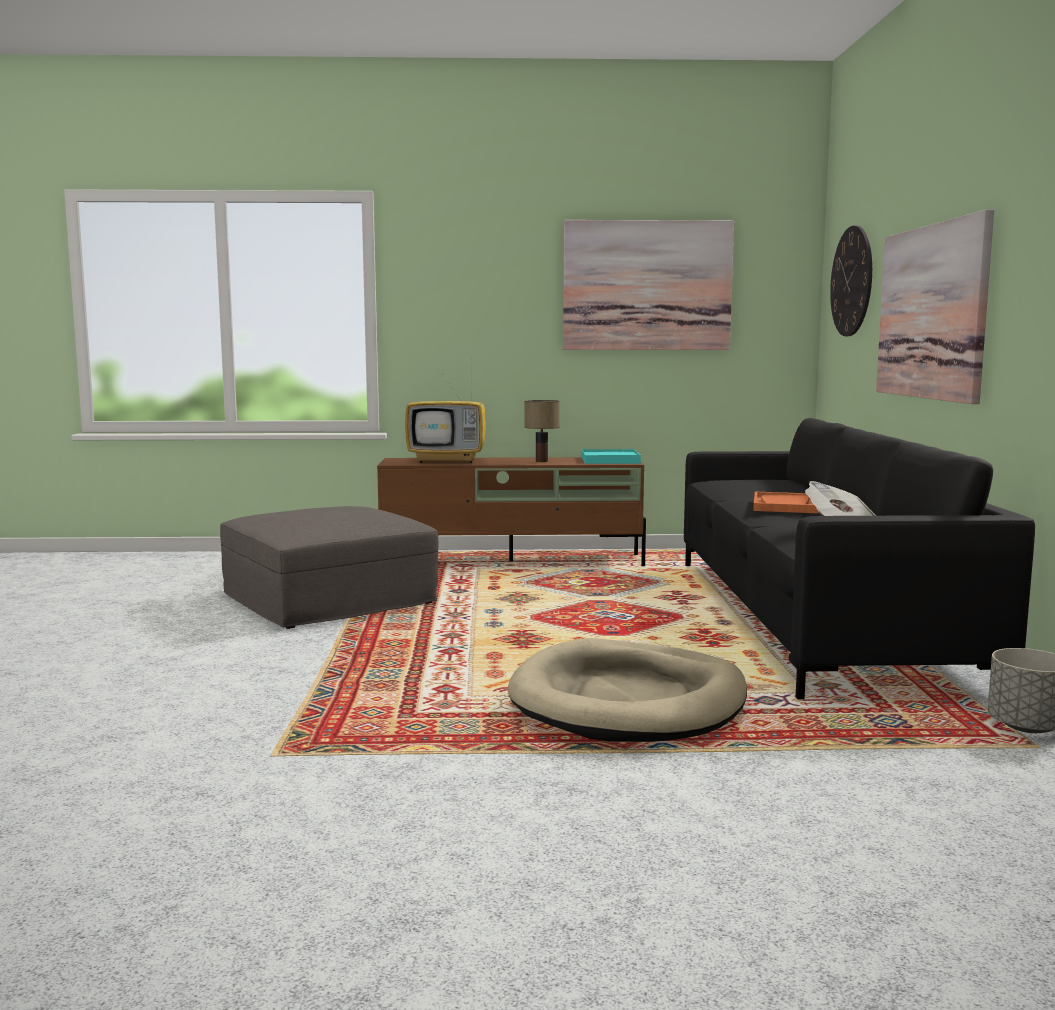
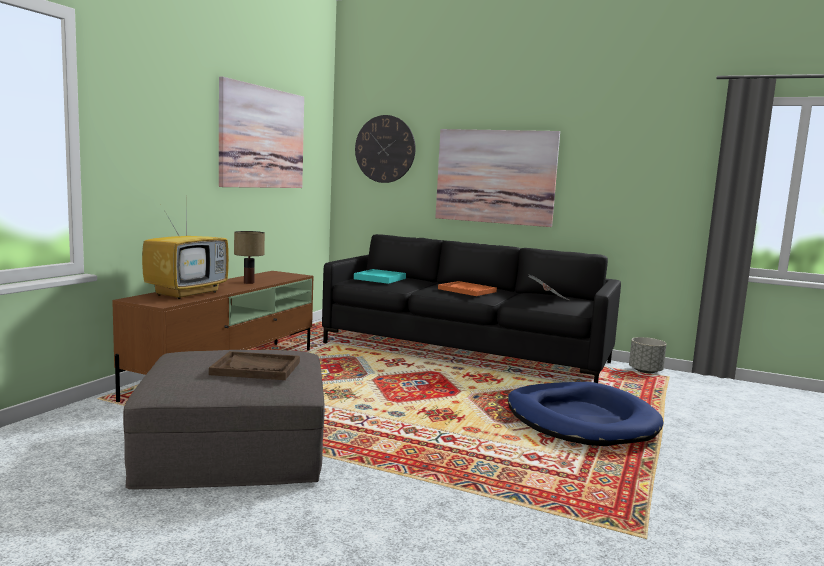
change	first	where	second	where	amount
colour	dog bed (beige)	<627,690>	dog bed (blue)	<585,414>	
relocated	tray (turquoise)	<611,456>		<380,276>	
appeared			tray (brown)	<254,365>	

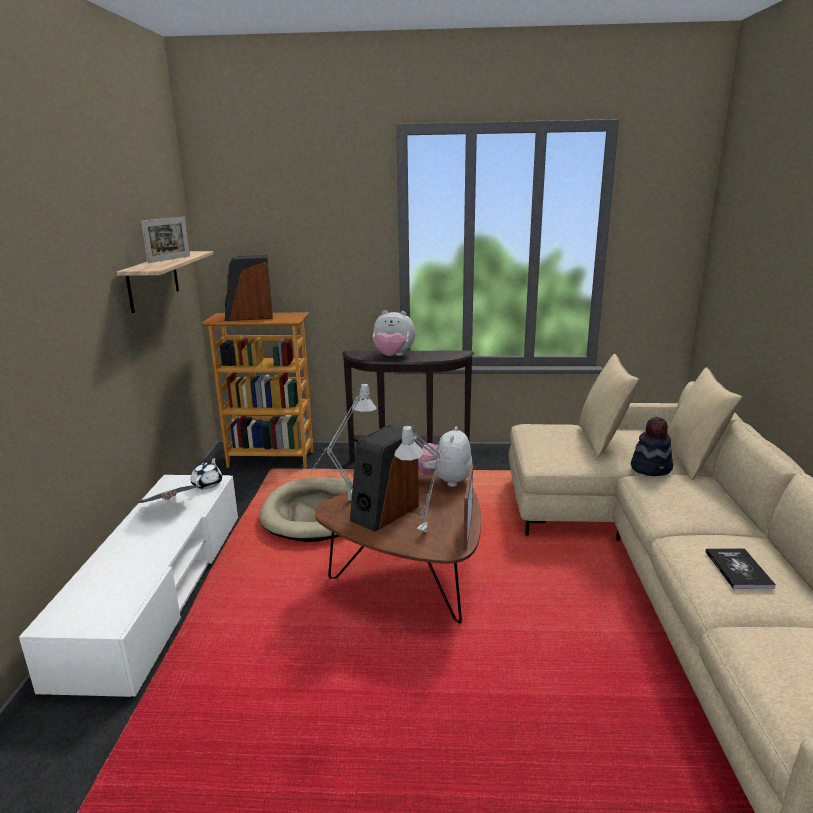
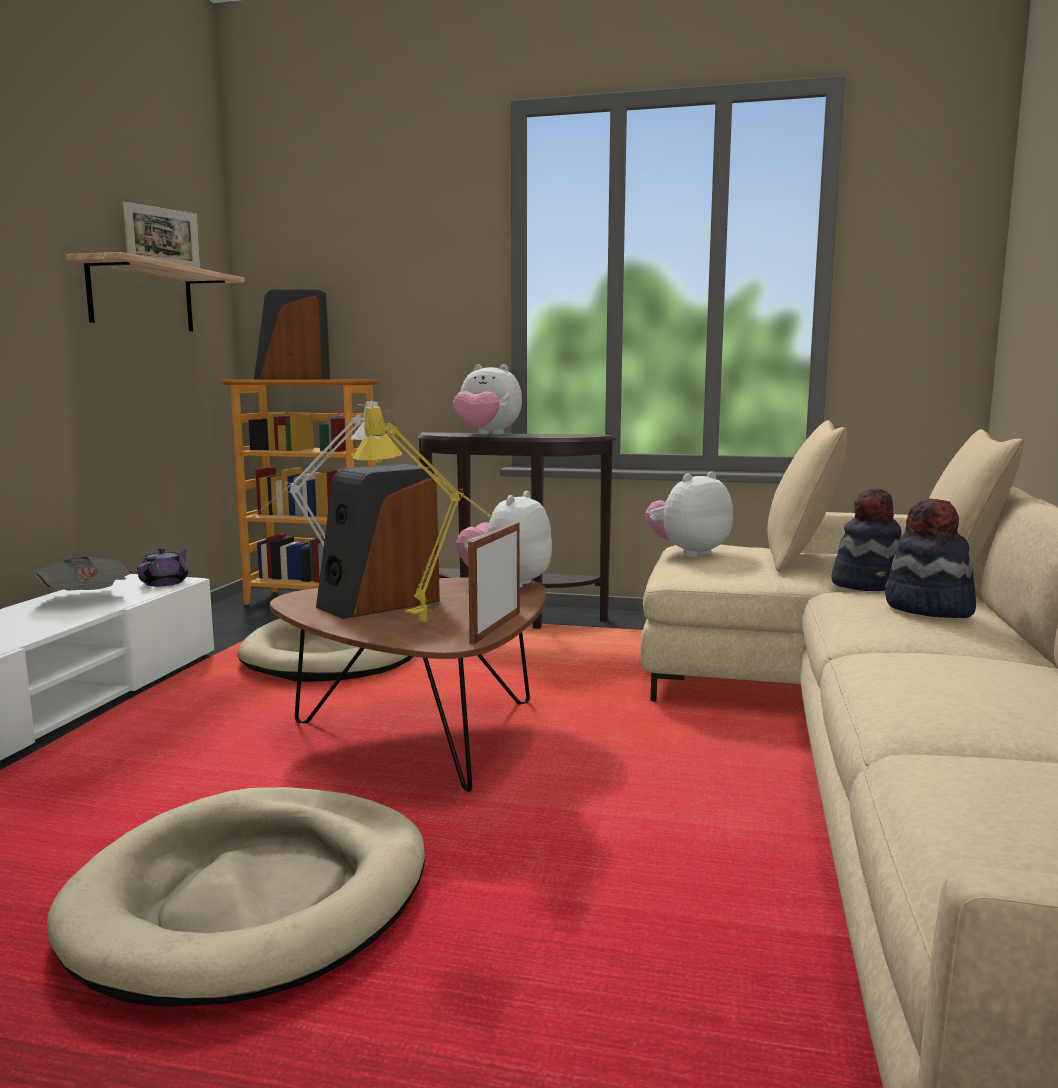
change	first	where	second	where	amount
colour	teapot (white)	<206,473>	teapot (purple)	<162,566>	
colour	table lamp (grey)	<423,478>	table lamp (yellow)	<421,512>	
missing	book	<741,568>			
appeared			dog bed (beige)	<236,897>	
appeared			plush toy	<689,514>	
appeared			hat	<930,558>	

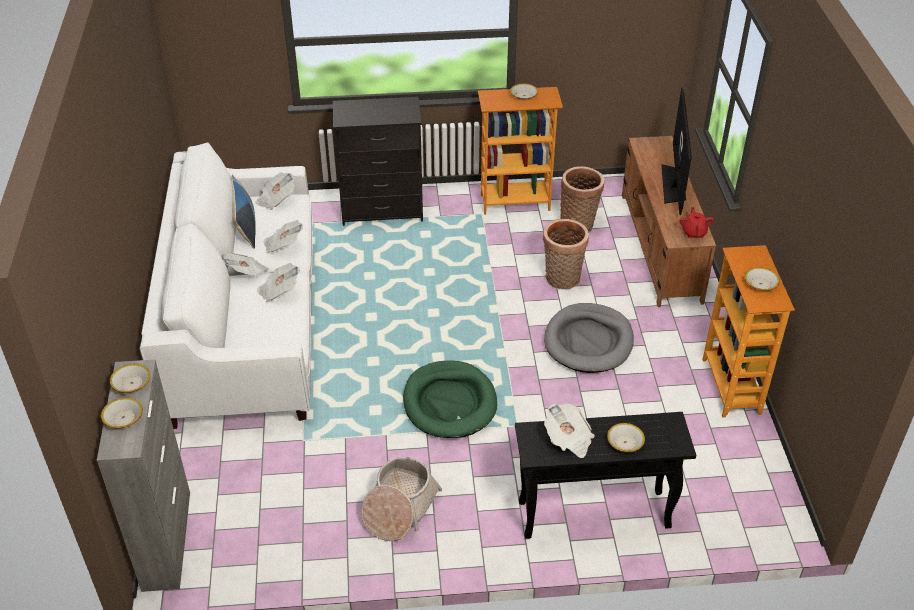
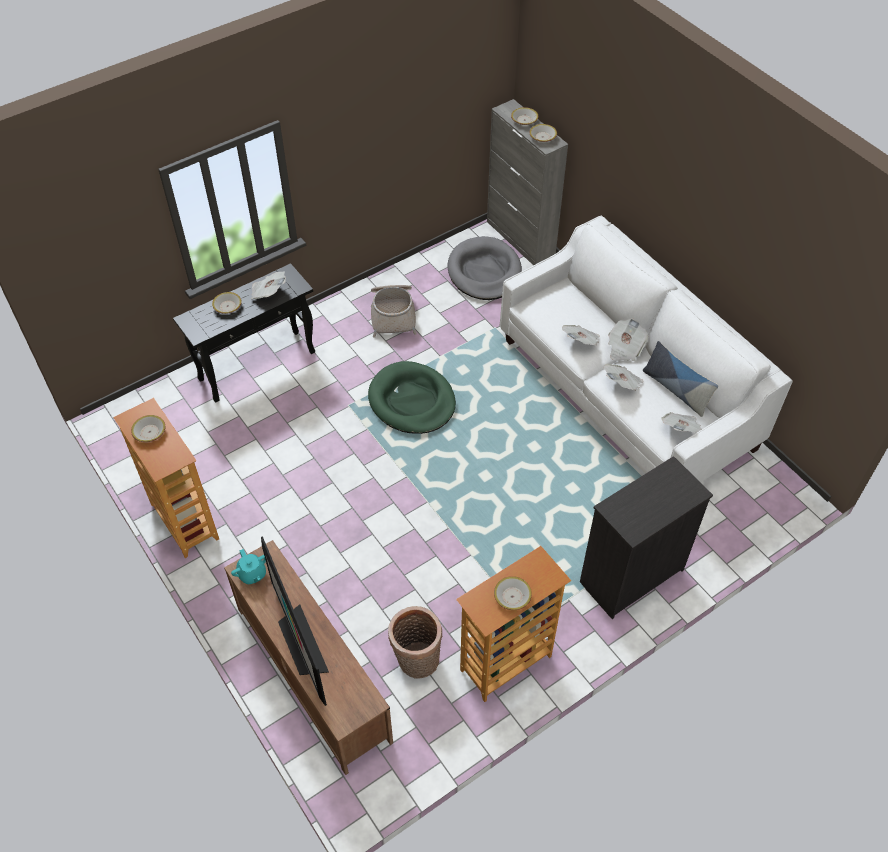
change	first	where	second	where	amount
missing	basket	<566,254>			
relocated	dog bed (grey)	<589,338>		<485,268>	
colour	teapot (red)	<696,222>	teapot (turquoise)	<248,566>	

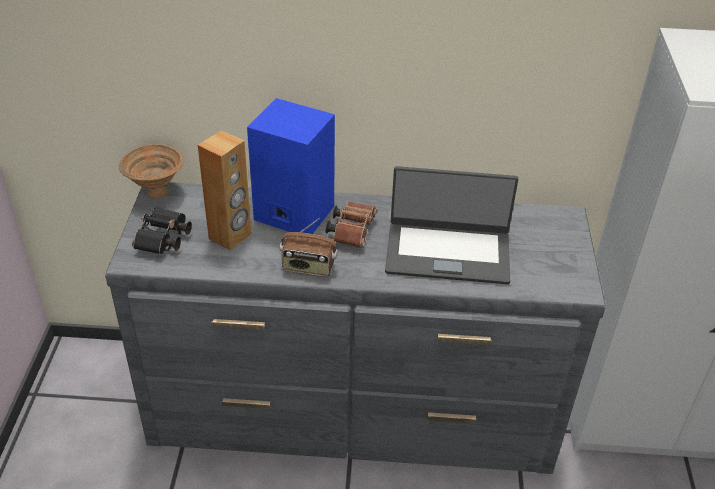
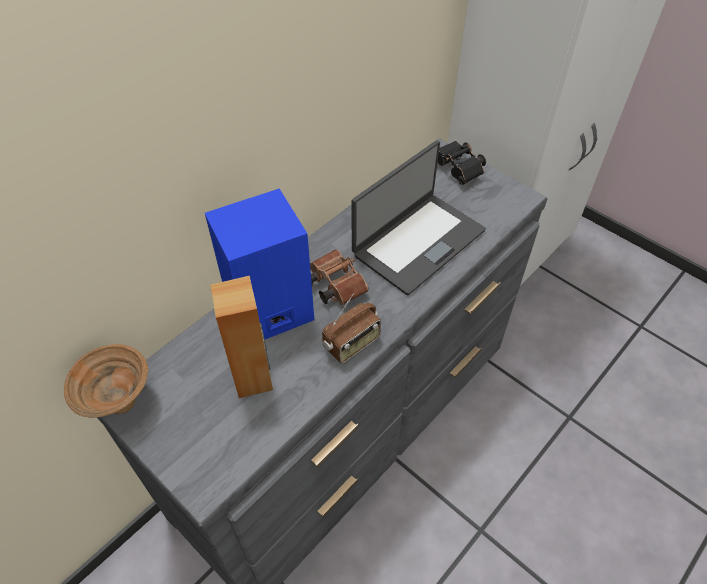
change	first	where	second	where	amount
relocated	binoculars (black)	<162,230>		<462,163>	

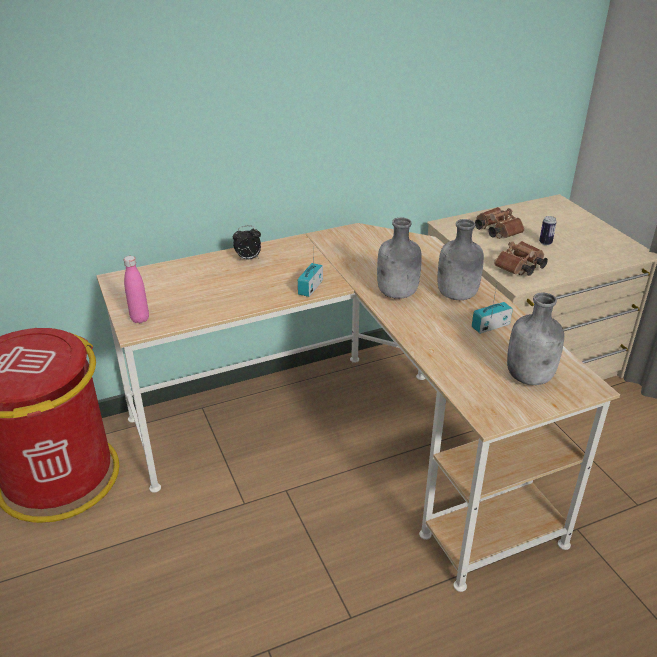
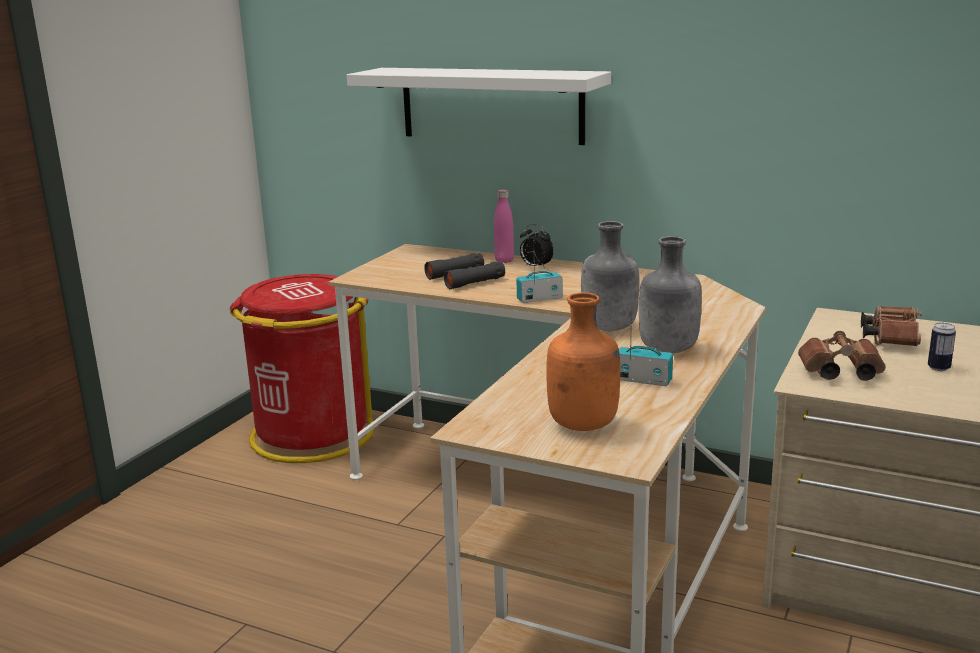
change	first	where	second	where	amount
relocated	bottle (pink)	<136,289>		<504,226>	
colour	bottle (grey)	<535,339>	bottle (orange)	<583,362>	
appeared			shelf (white)	<479,106>	
appeared			binoculars (black)	<464,271>	

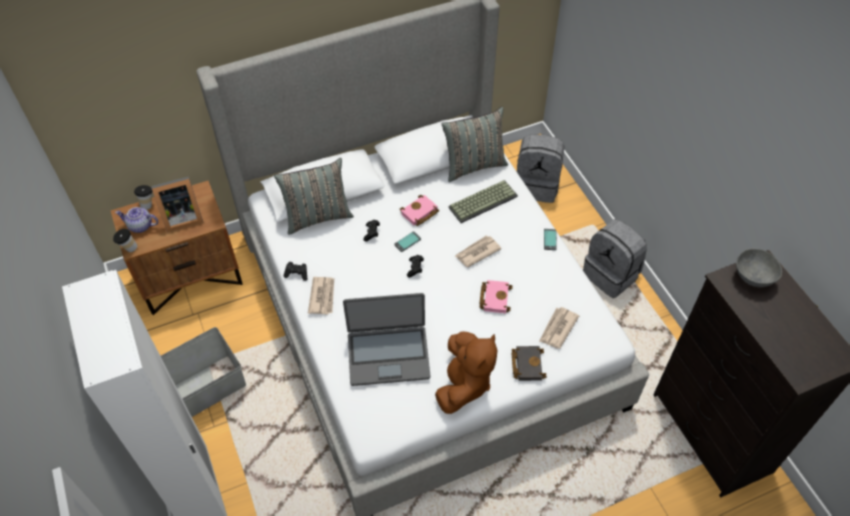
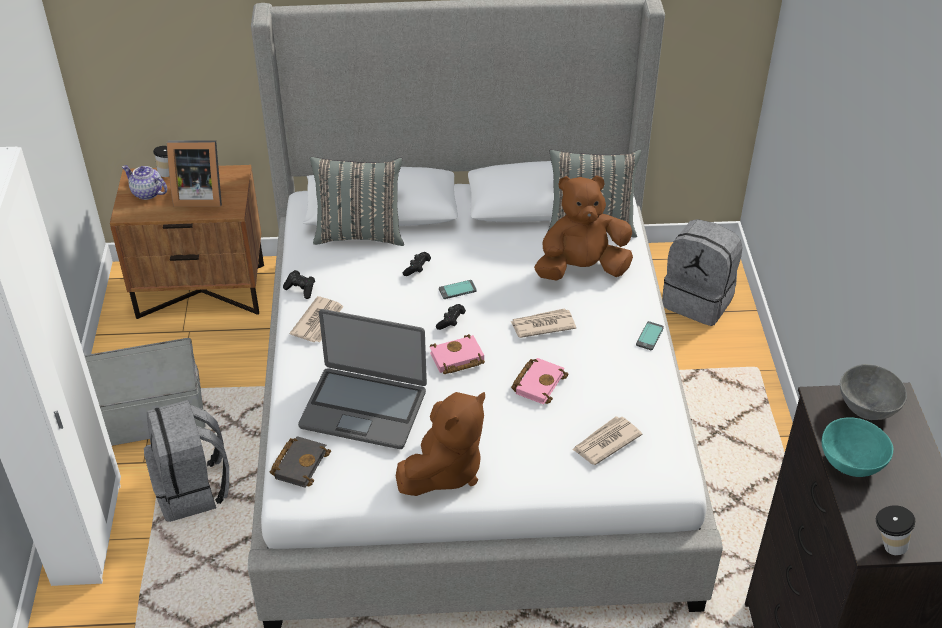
change	first	where	second	where	amount
relocated	cup	<125,240>		<895,530>	
relocated	book (pink)	<419,210>		<457,354>	
exchanged	keyboard	<483,201>	plush toy (brown)	<583,228>	
relocated	book (black)	<529,363>		<300,462>	
relocated	backpack (grey)	<615,258>		<186,461>	
appeared			bowl (turquoise)	<857,447>	

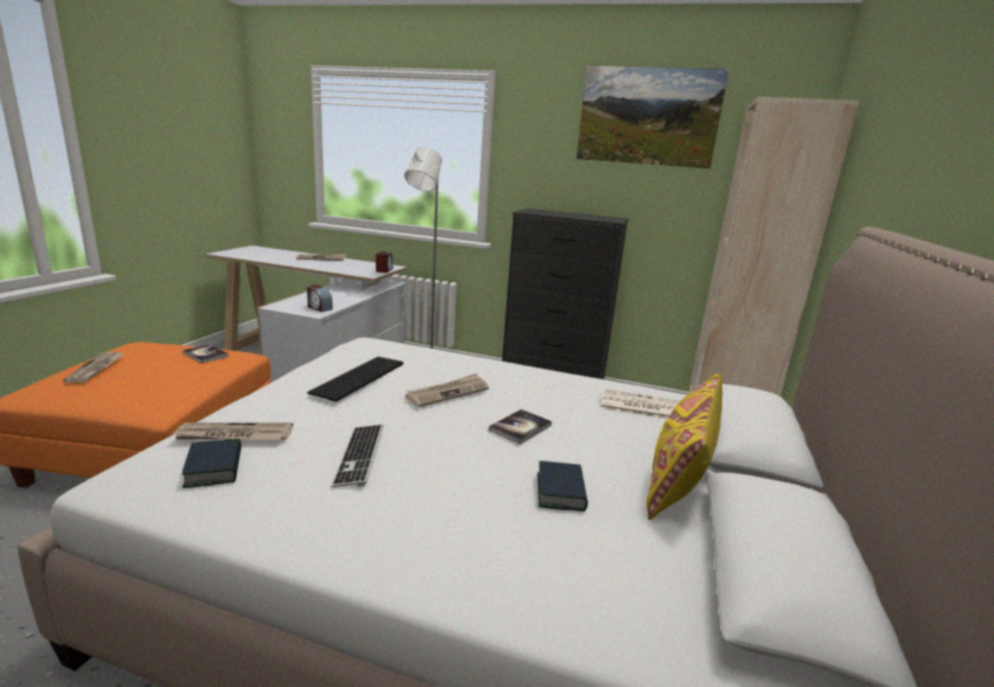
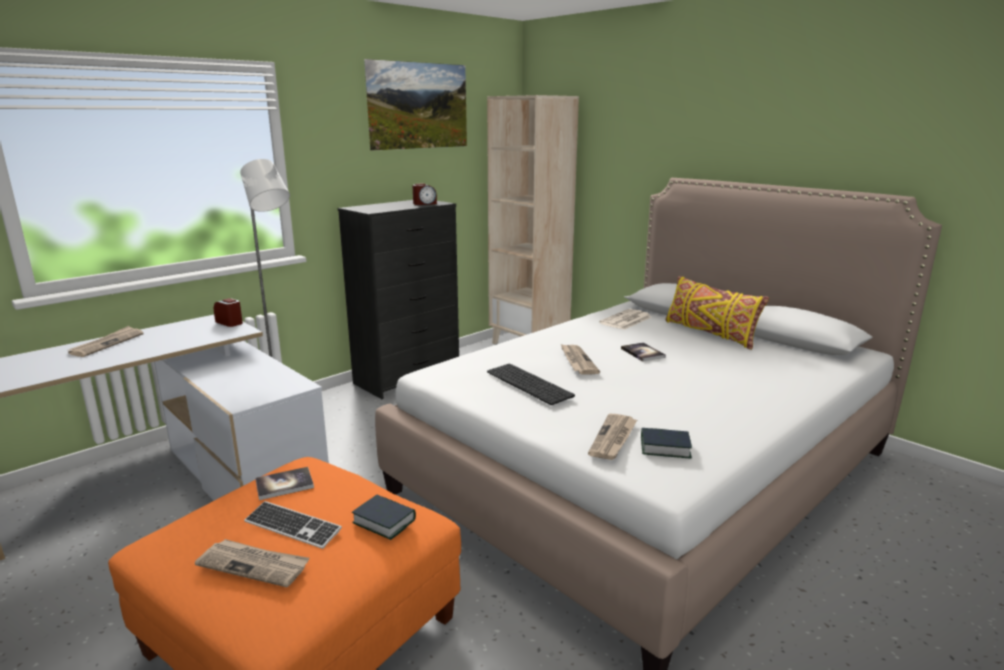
change	first	where	second	where	amount
relocated	alarm clock	<320,298>		<424,194>	
relocated	keyboard	<357,456>		<293,525>	
relocated	book	<563,486>		<384,517>	

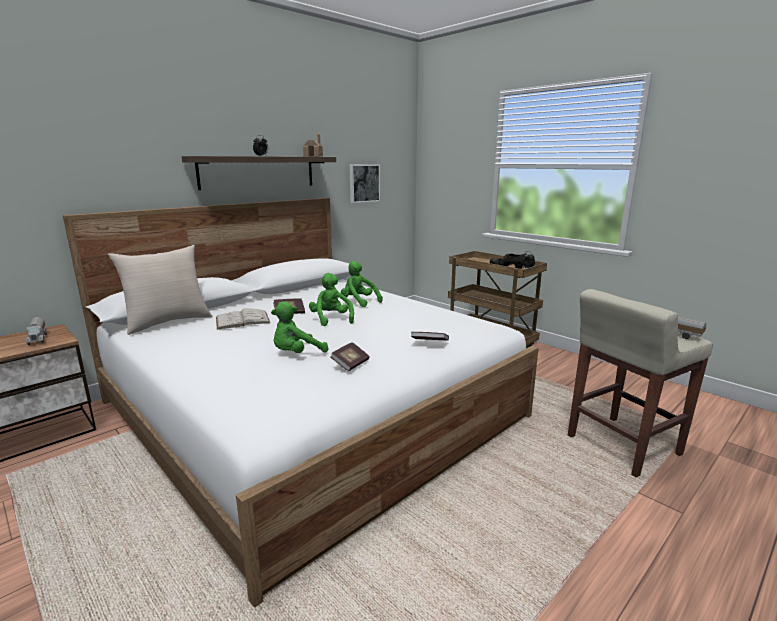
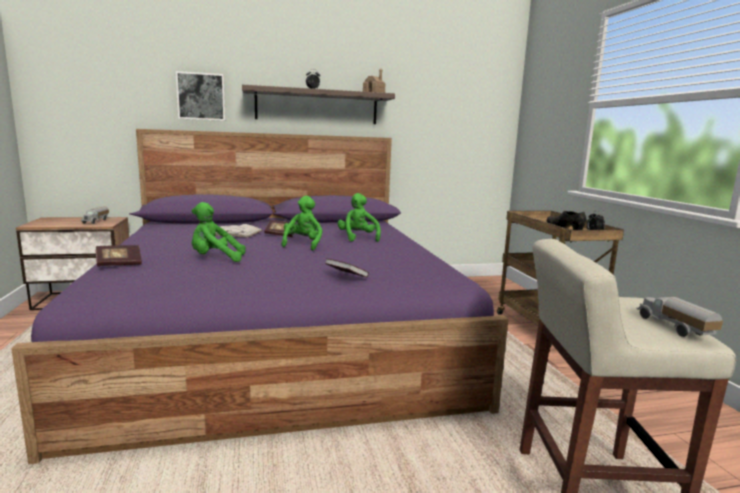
change	first	where	second	where	amount
colour	bed (white)	<301,403>	bed (purple)	<259,296>	
missing	pillow (beige)	<160,290>			
relocated	book	<350,356>		<118,255>	
relocated	picture	<365,183>		<200,96>	

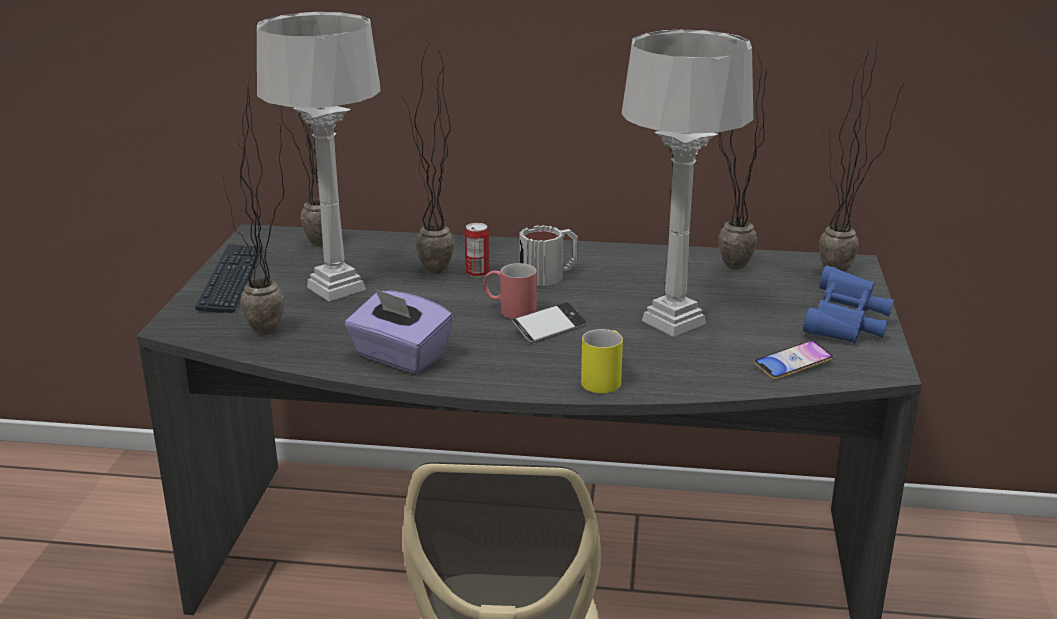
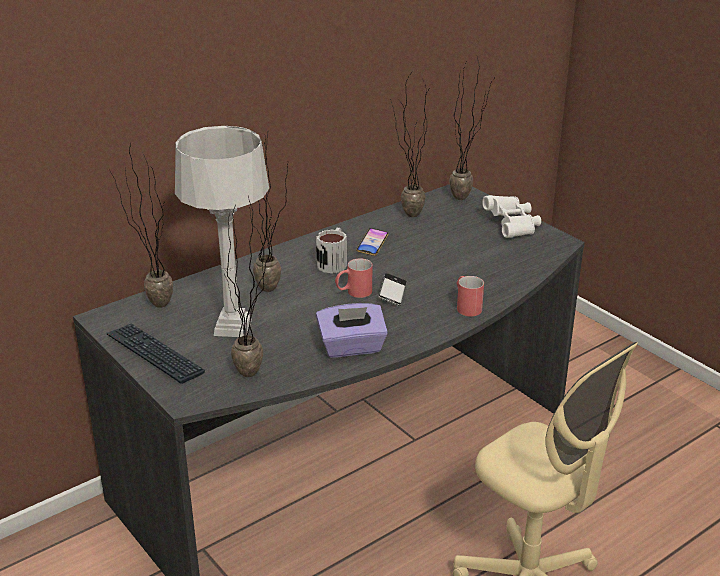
change	first	where	second	where	amount
missing	can	<477,250>			
colour	mug (yellow)	<602,361>	mug (red)	<470,296>	
missing	table lamp (grey)	<687,183>			
relocated	phone	<794,360>		<372,242>	
colour	binoculars (blue)	<848,305>	binoculars (white)	<511,216>	

